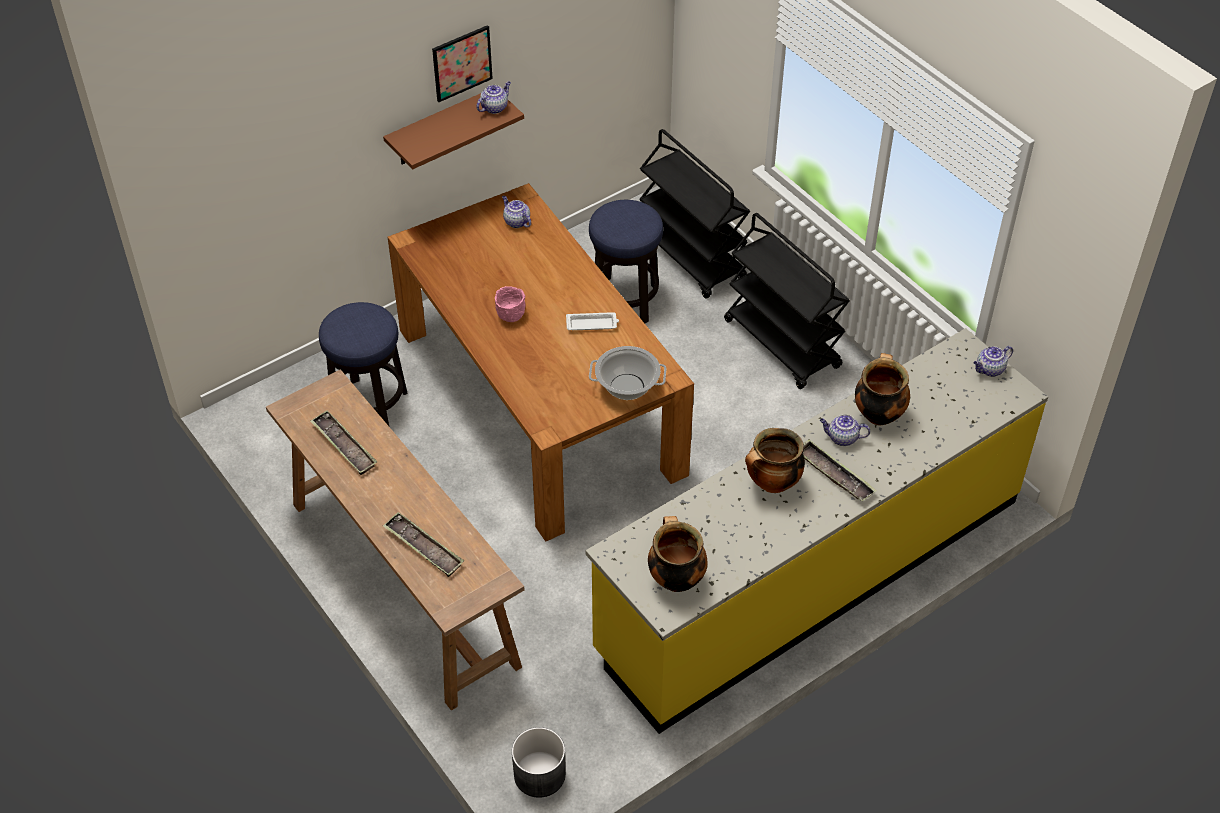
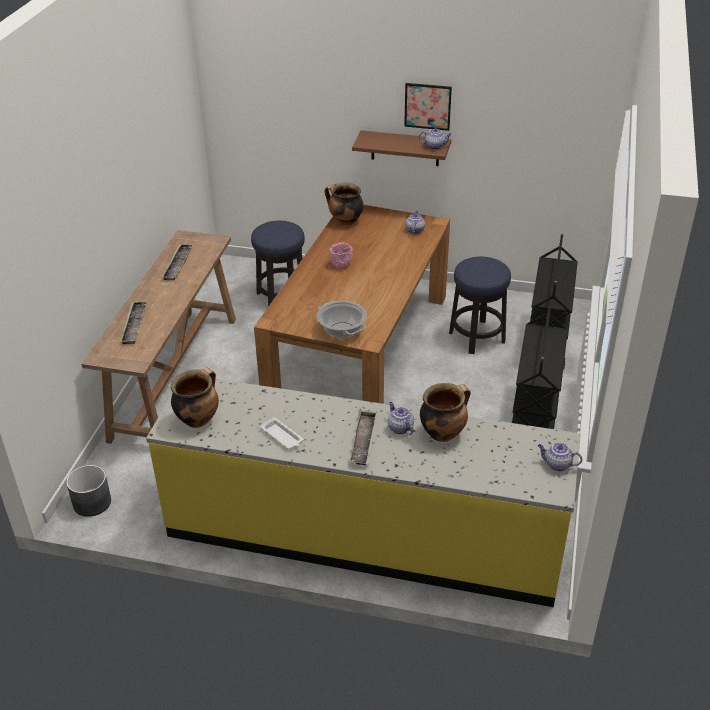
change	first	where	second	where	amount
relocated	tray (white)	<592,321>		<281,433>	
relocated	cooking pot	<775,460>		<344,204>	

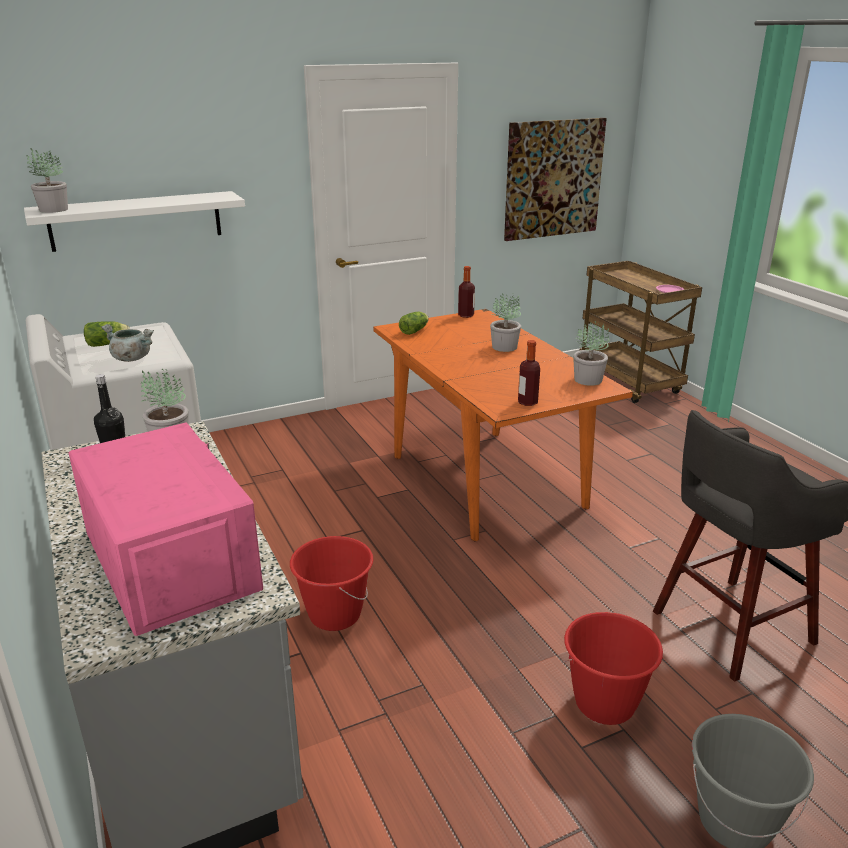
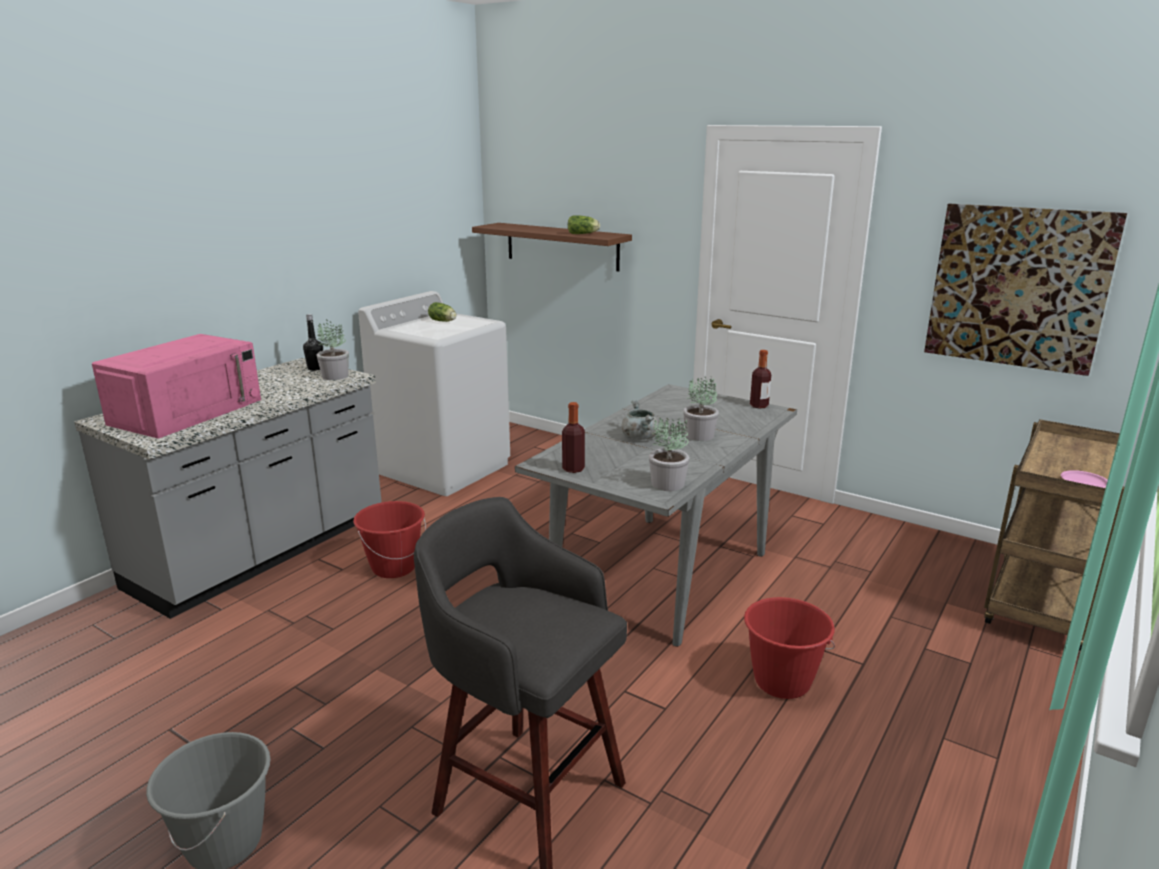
change	first	where	second	where	amount
colour	shelf (white)	<134,221>	shelf (brown)	<552,247>	
missing	potted plant	<47,180>			
relocated	cooking pot (grey)	<127,343>		<640,420>	
colour	dining table (orange)	<503,425>	dining table (grey)	<656,515>	
relocated	lettuce	<414,323>		<584,224>	
relocated	bucket (red)	<612,668>		<789,648>	

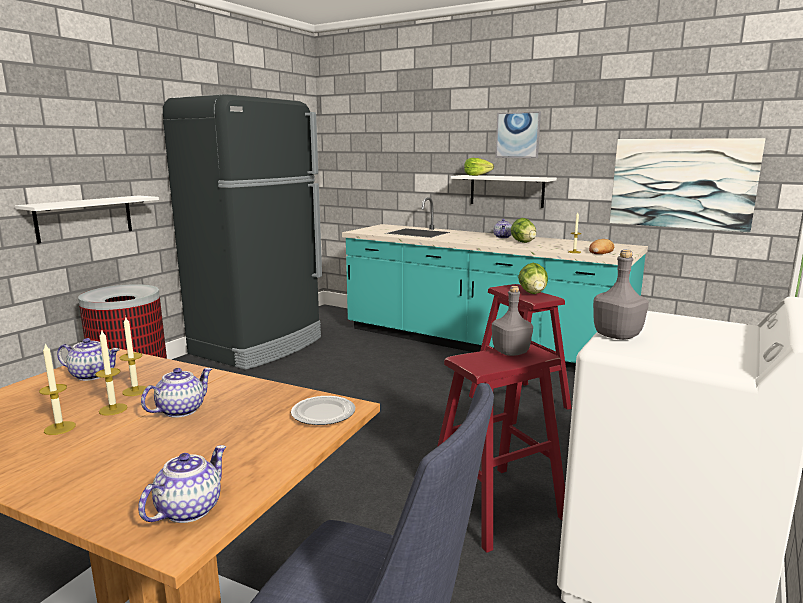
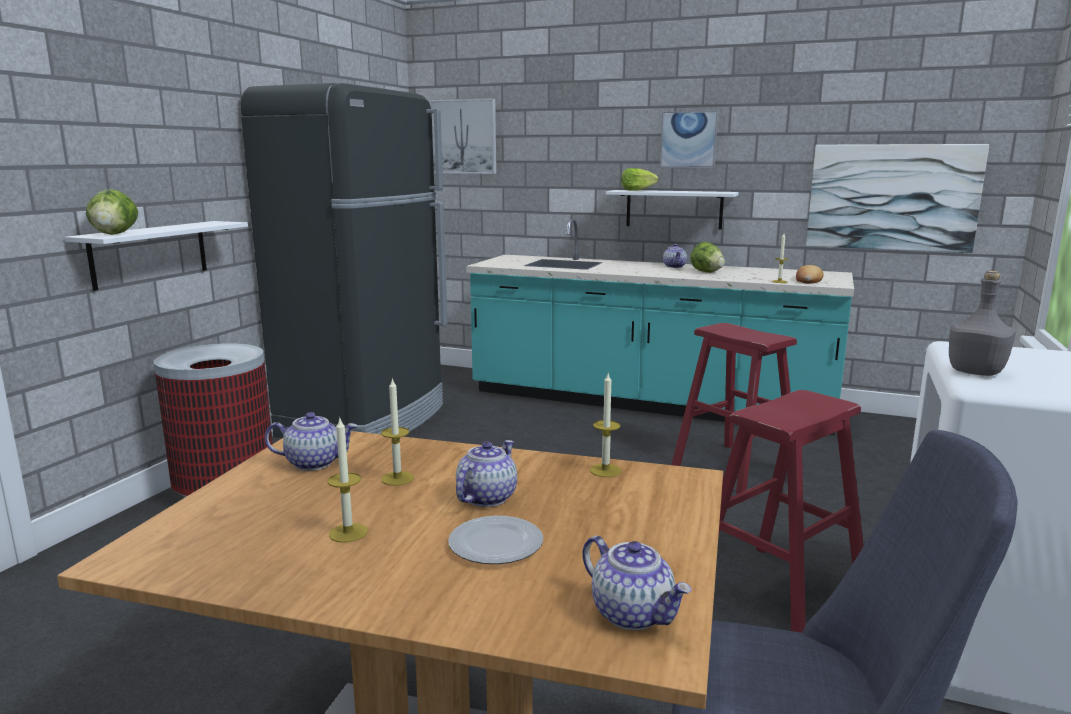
change	first	where	second	where	amount
relocated	candle	<111,373>		<605,425>	
spun	teapot	<182,484>		<636,583>	120 degrees clockwise
relocated	plate	<323,410>		<495,540>	
missing	bottle (grey)	<512,321>			
relocated	lettuce	<533,278>		<112,212>	
appeared			picture	<462,136>	

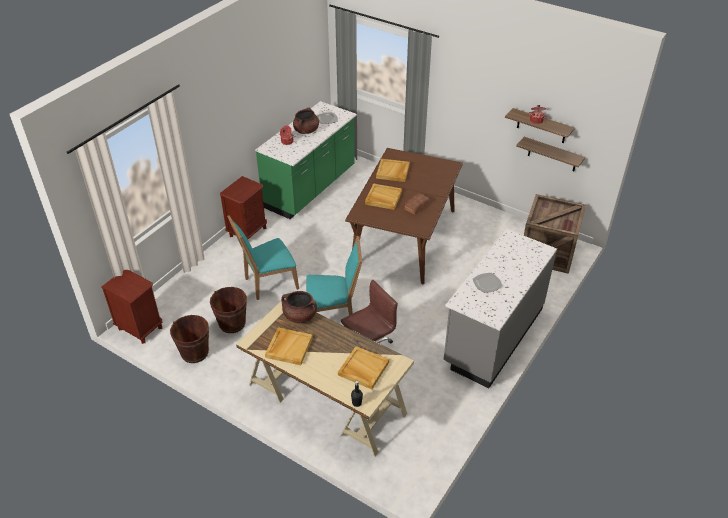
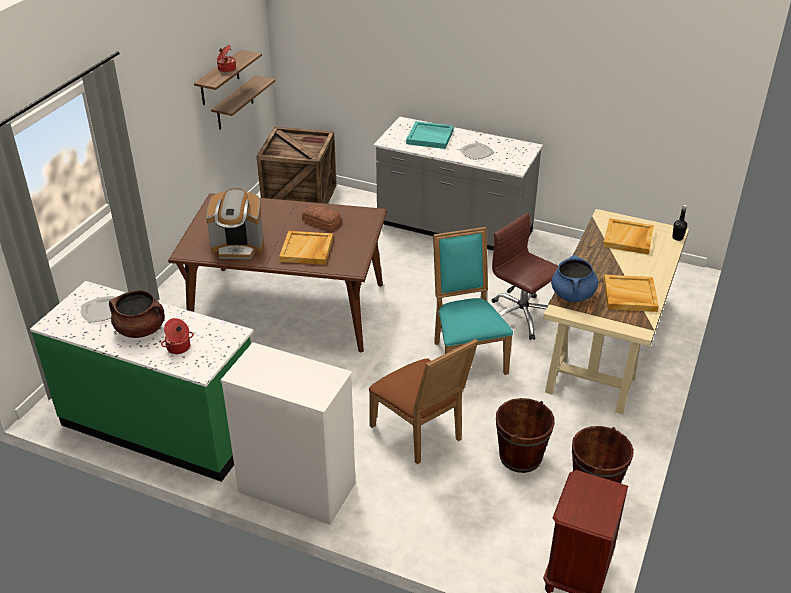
change	first	where	second	where	amount
exchanged	nightstand (brown)	<243,207>	dresser (white)	<288,433>	
colour	chair (turquoise)	<263,257>	chair (brown)	<423,401>	
colour	cooking pot (brown)	<299,307>	cooking pot (blue)	<574,278>	
exchanged	tray (beige)	<393,170>	coffee machine	<235,223>	
appeared			tray (turquoise)	<430,135>	

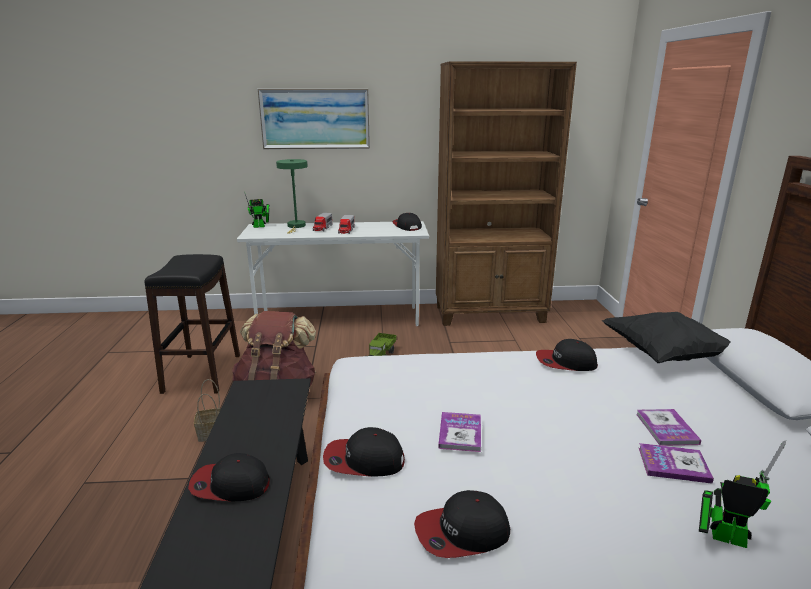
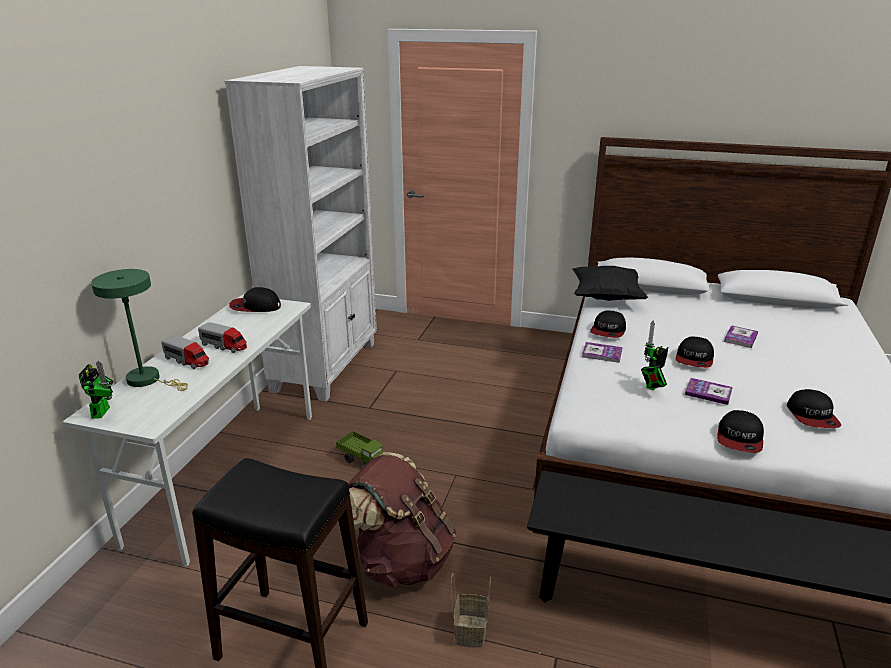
change	first	where	second	where	amount
relocated	cap	<229,477>		<695,352>	
missing	picture	<314,119>			
colour	bookcase (brown)	<506,193>	bookcase (white)	<301,234>	
relocated	book	<668,427>		<602,352>	
relocated	toy robot	<742,494>		<654,355>	

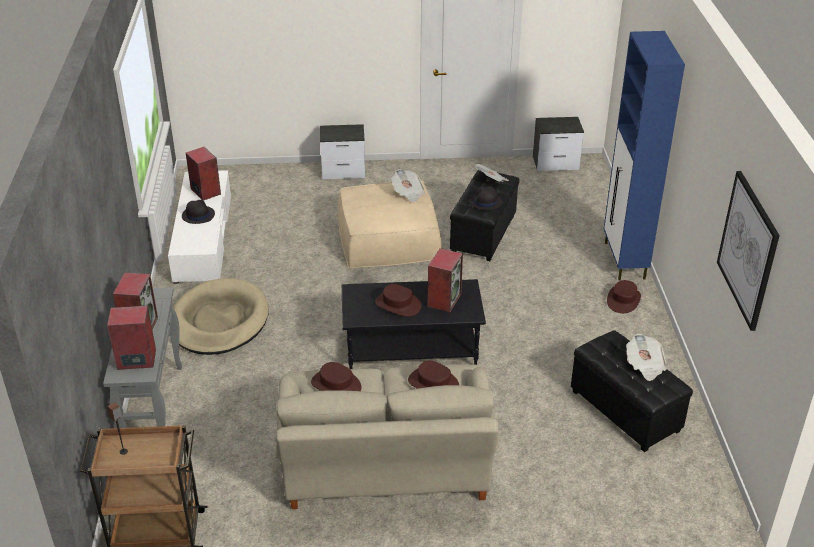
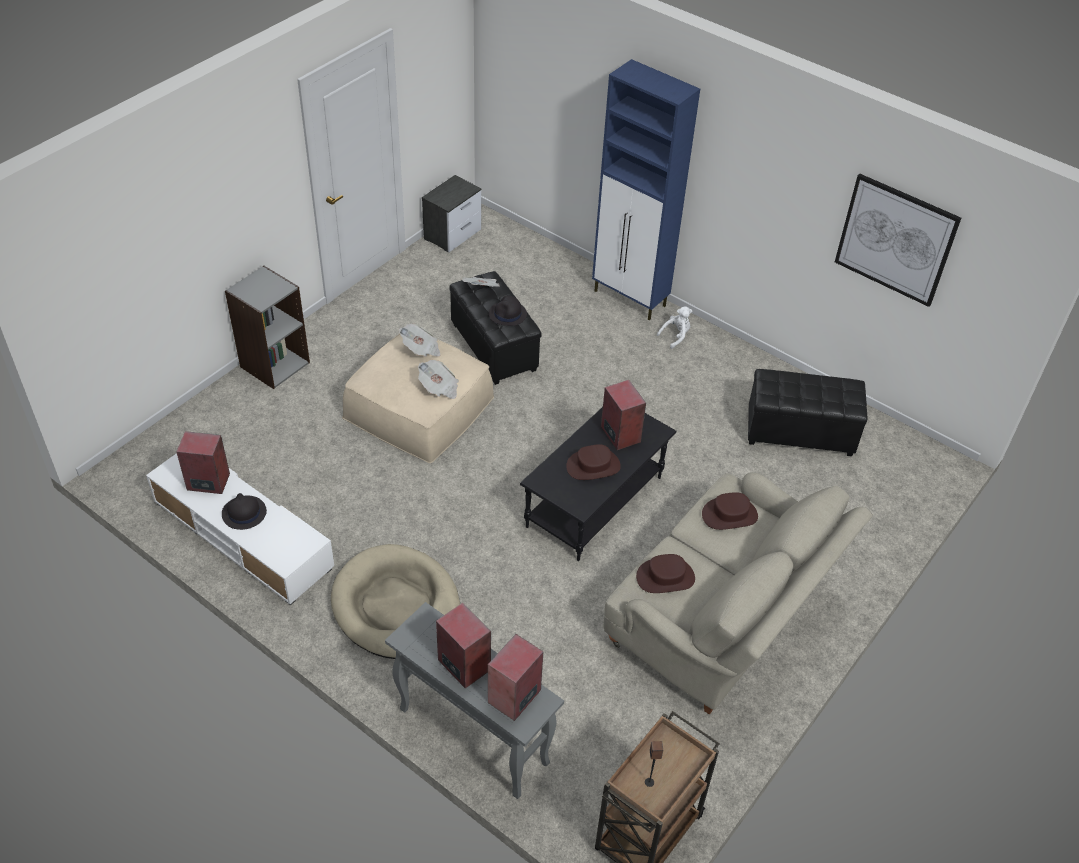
change	first	where	second	where	amount
exchanged	nightstand	<342,151>	bookcase (grey)	<267,327>	
exchanged	hat (brown)	<624,296>	plush toy (white)	<674,327>	
relocated	newspaper	<646,357>		<438,379>	

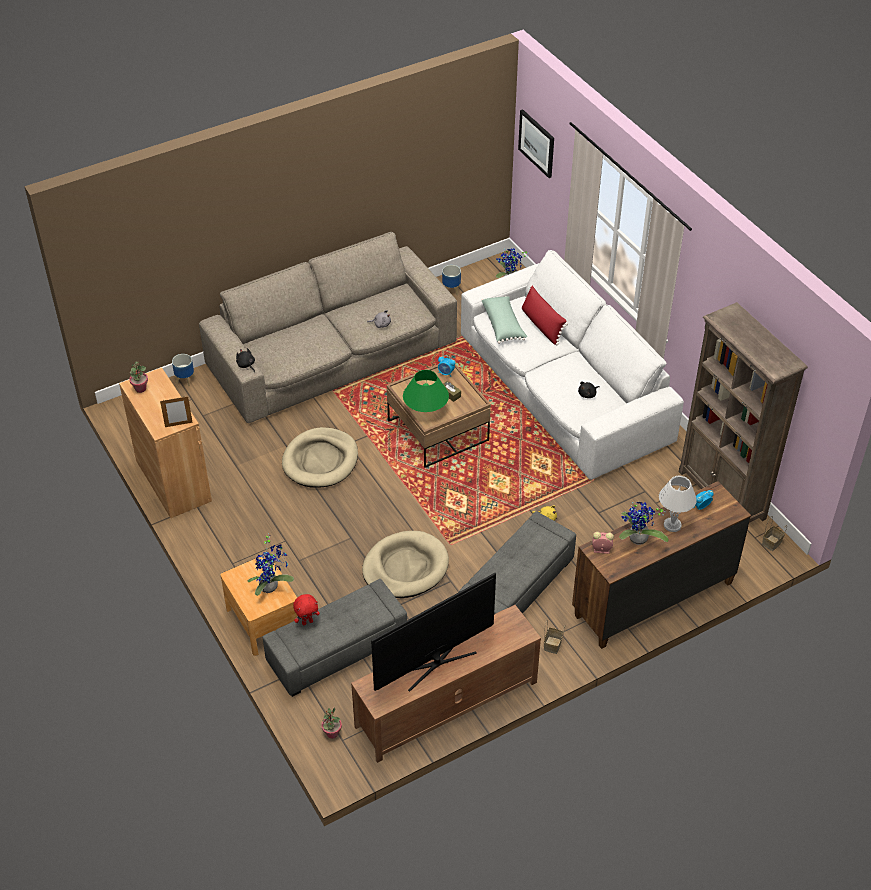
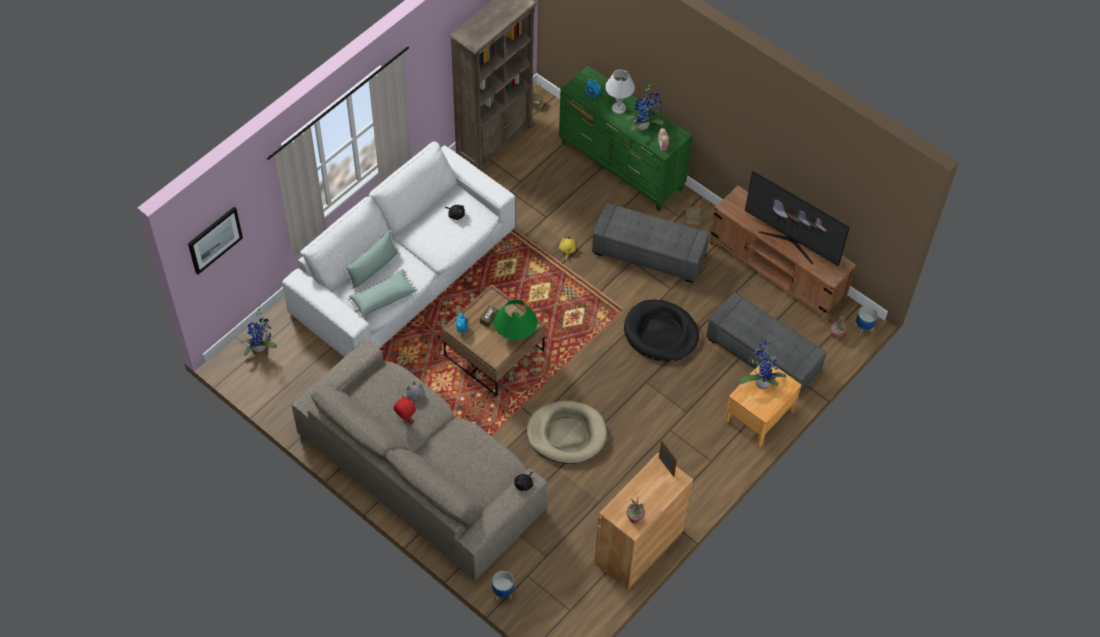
change	first	where	second	where	amount
relocated	plush toy (red)	<306,609>		<405,410>	
colour	dog bed (beige)	<405,564>	dog bed (black)	<661,331>	
relocated	planter	<451,280>		<866,320>	
colour	pillow (red)	<545,315>	pillow (green)	<370,259>	
colour	dresser (brown)	<661,565>	dresser (green)	<626,138>	

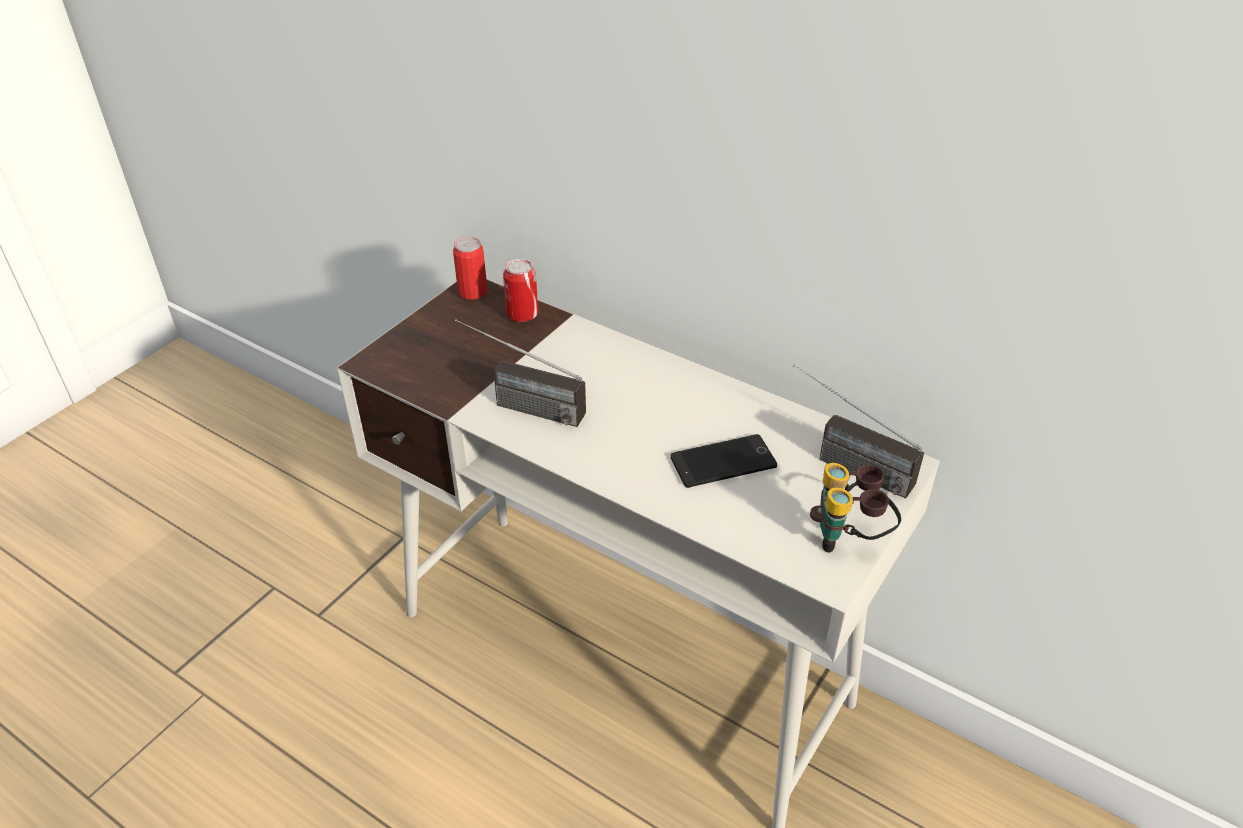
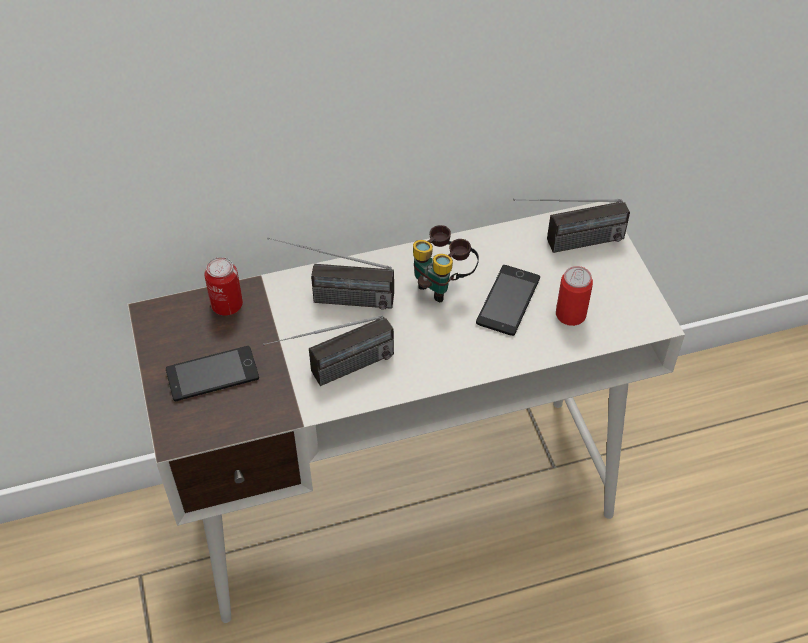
change	first	where	second	where	amount
relocated	can	<470,268>		<574,296>	
relocated	binoculars	<855,508>		<446,263>	
appeared			phone	<212,373>	
appeared			radio	<330,273>	

